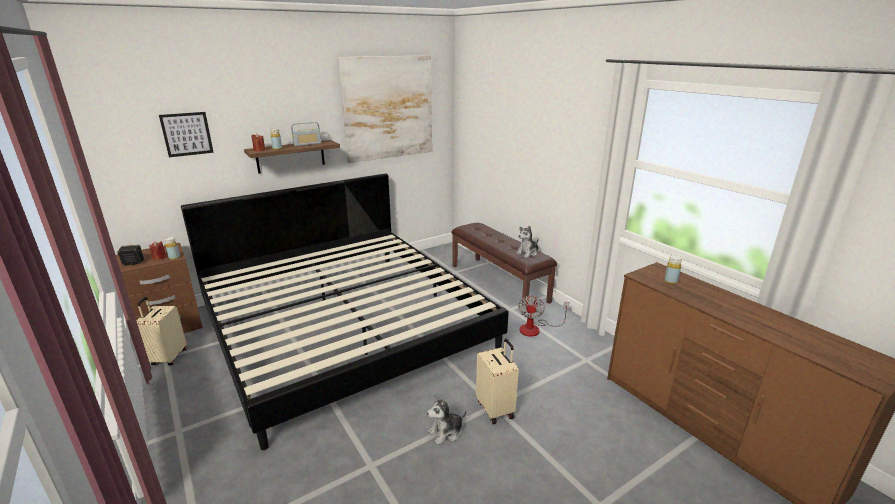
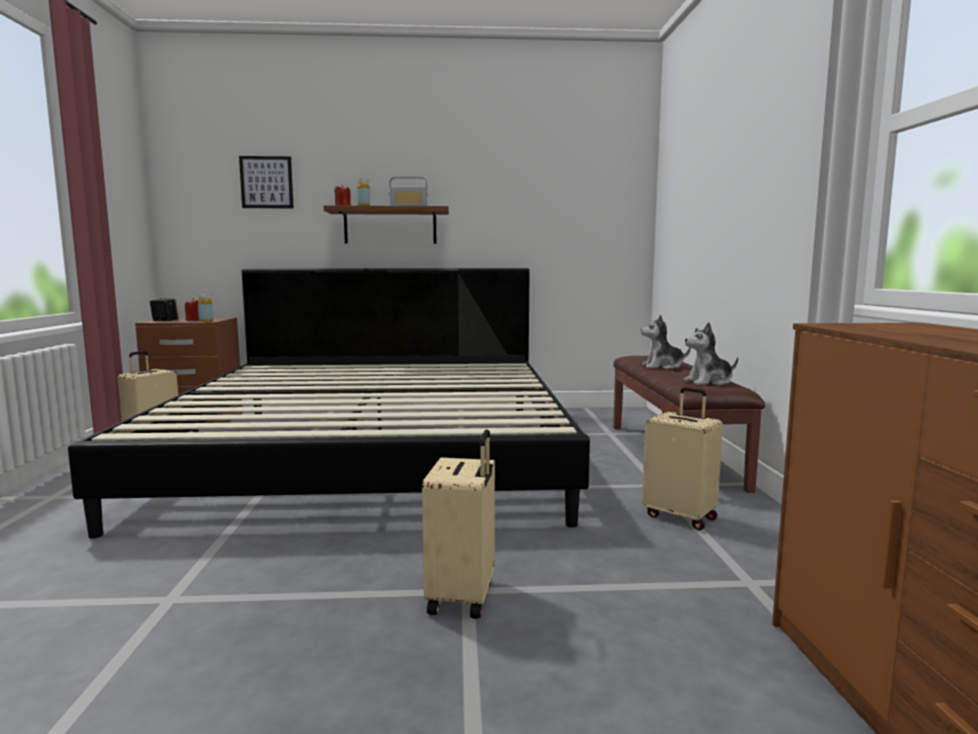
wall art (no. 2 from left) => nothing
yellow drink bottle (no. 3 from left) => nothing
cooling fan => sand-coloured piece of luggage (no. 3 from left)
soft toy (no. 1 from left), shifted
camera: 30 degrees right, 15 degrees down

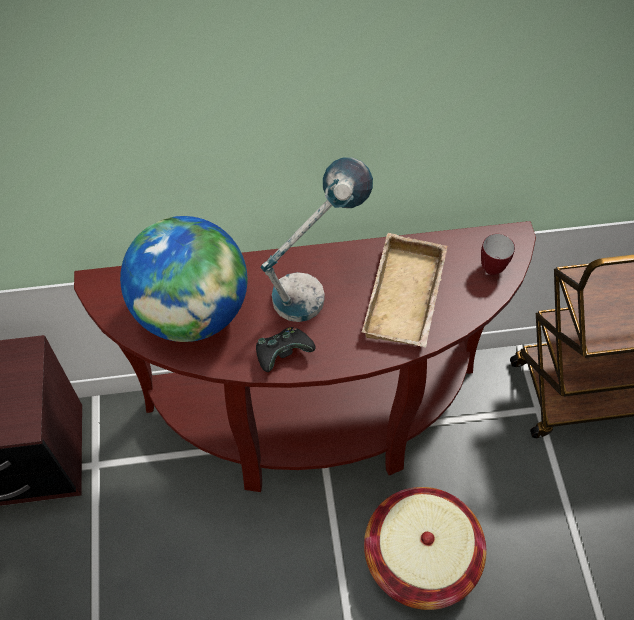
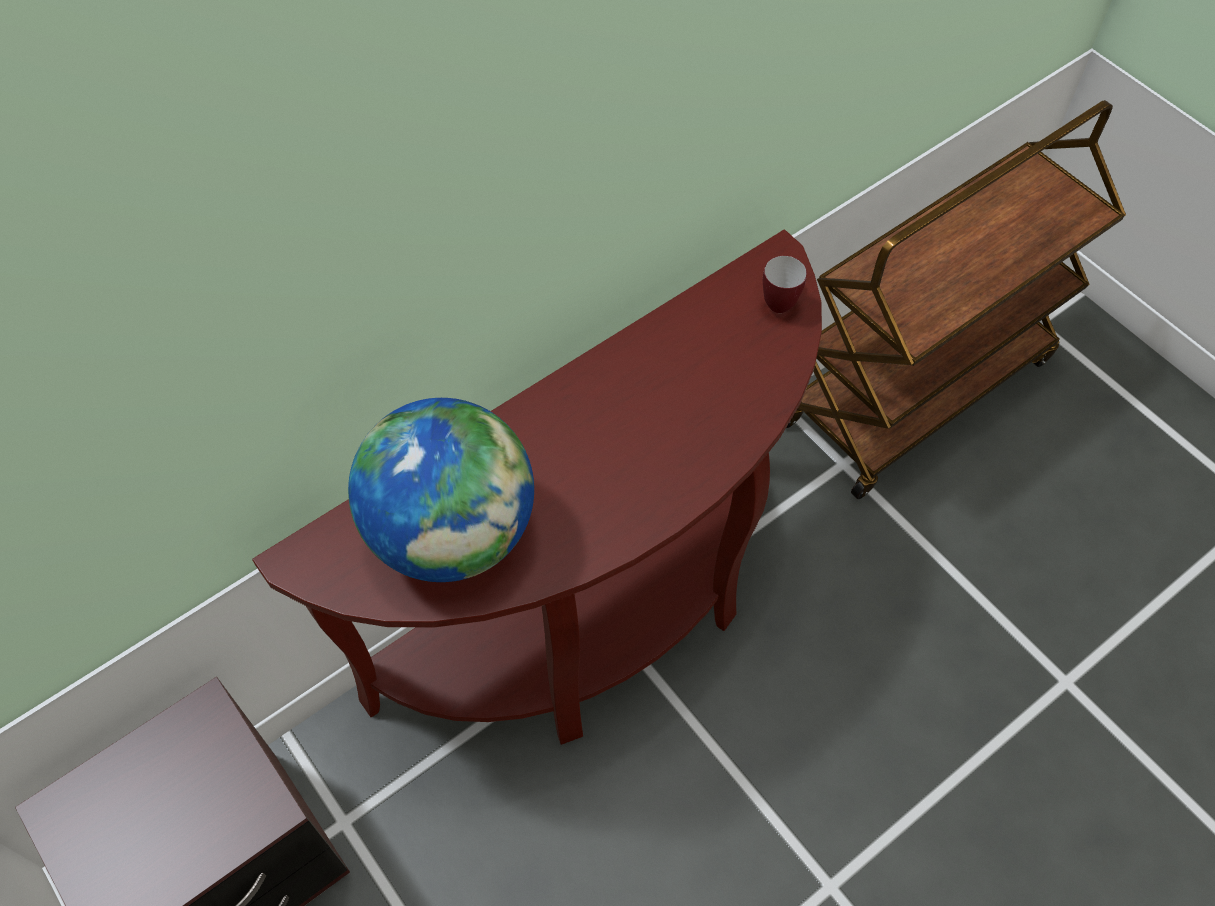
tabletop lamp => nothing
sand-coloured carrying tray => nothing
black gamepad => nothing
basket => nothing
camera: 30 degrees left, 0 degrees up

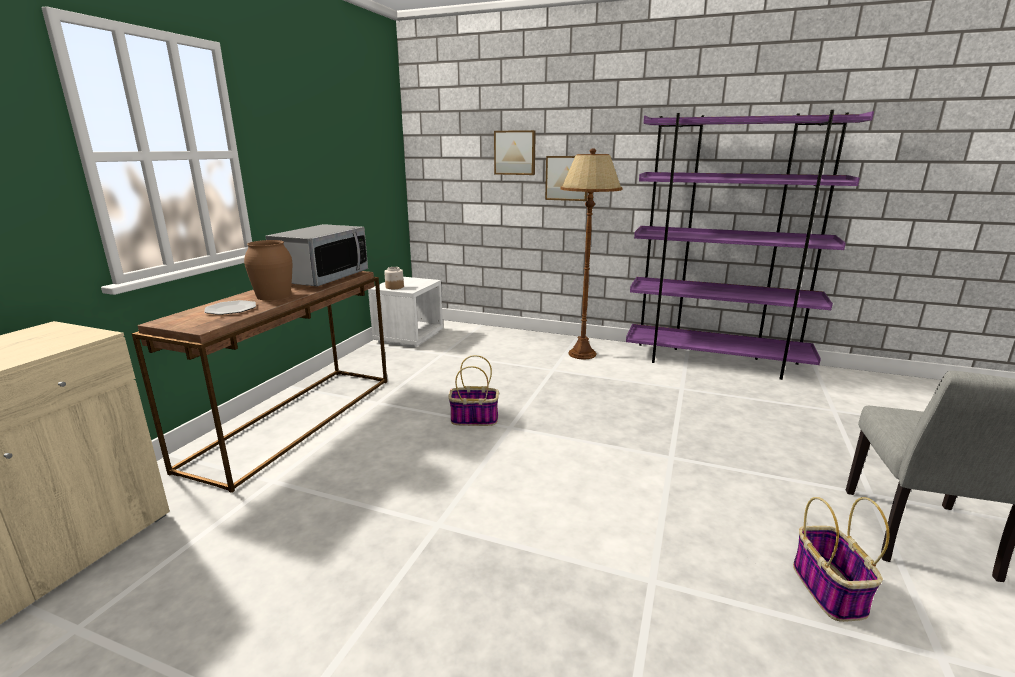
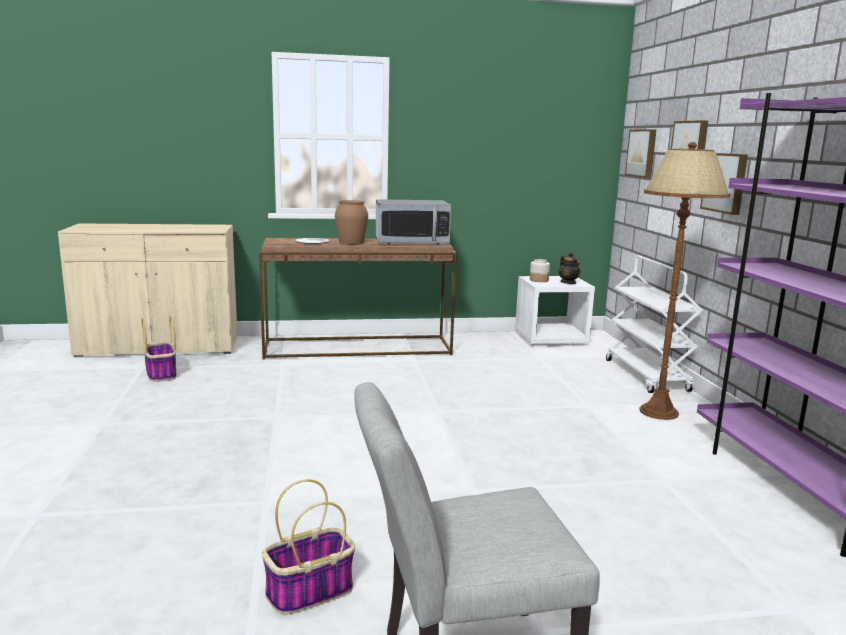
basket (no. 1 from left), shifted
nothing => wall art (no. 1 from left)
nothing => tea pot
nothing => white wheeled cart
camera: 60 degrees right, 5 degrees down

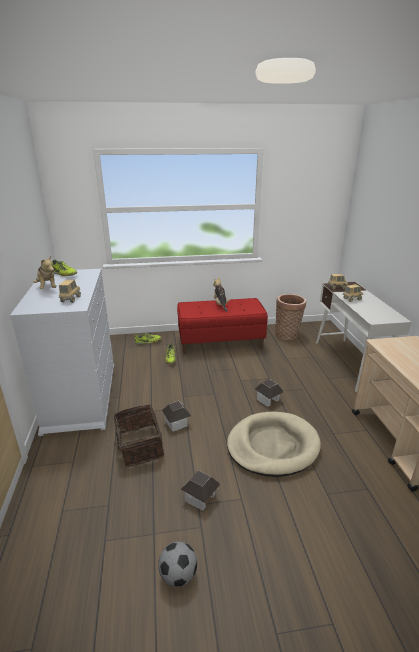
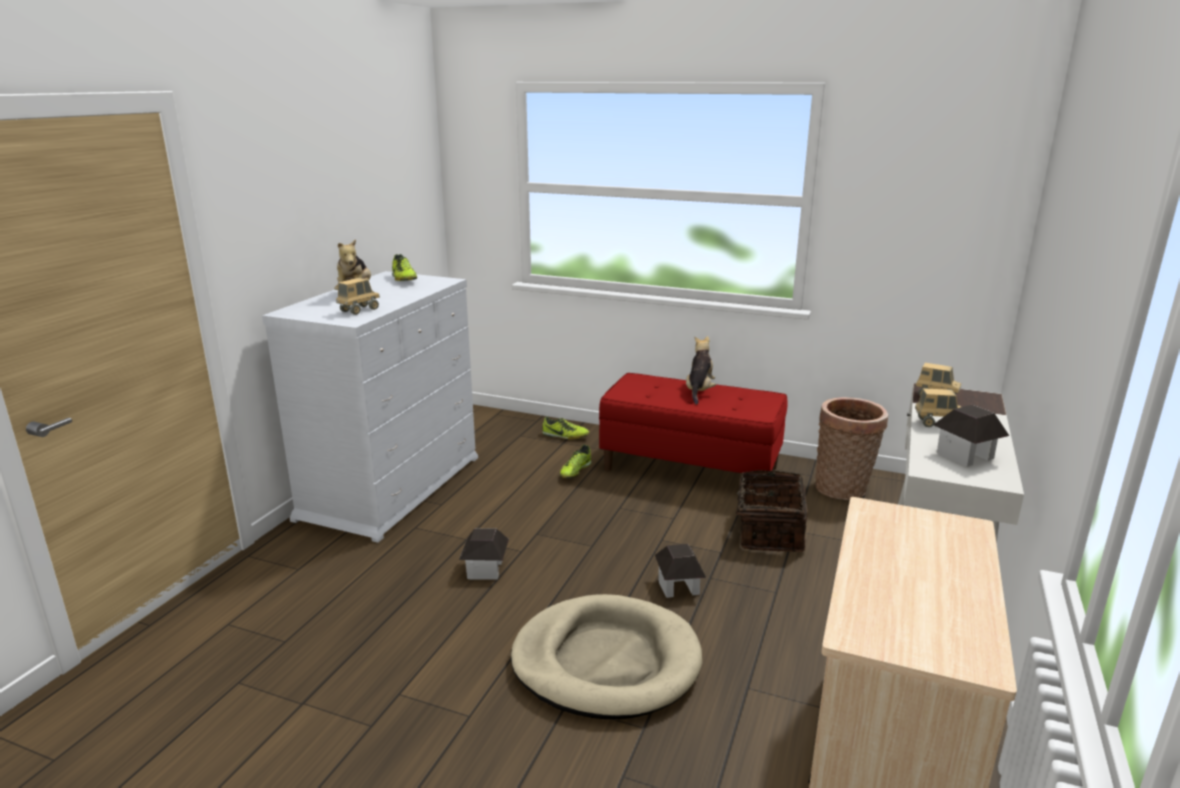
basket (no. 1 from left), shifted
miniature house (no. 2 from left in the first image) => miniature house (no. 3 from left), shifted
football ball => nothing
camera: 30 degrees right, 5 degrees down

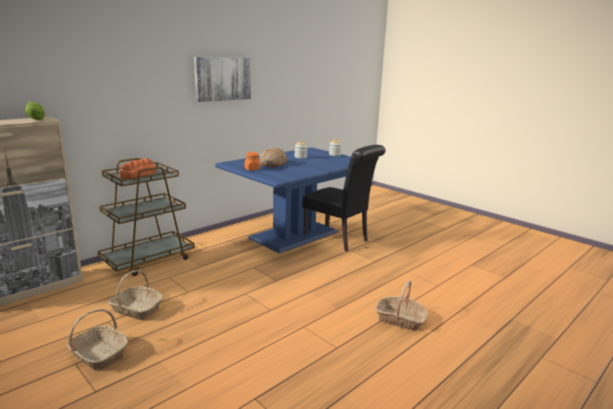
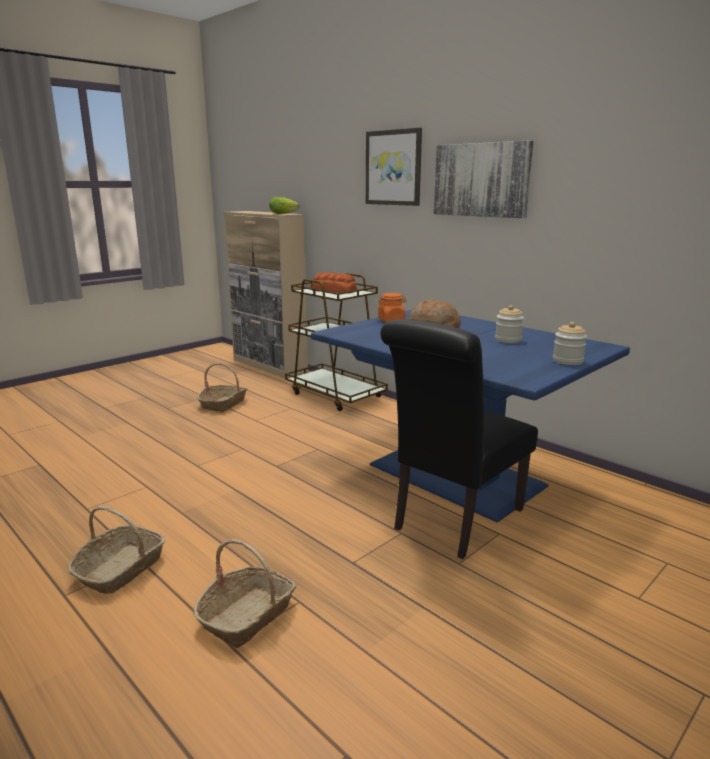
basket (no. 1 from left in the first image) => basket (no. 3 from left), shifted
nothing => wall art (no. 1 from left)
camera: 90 degrees right, 0 degrees up

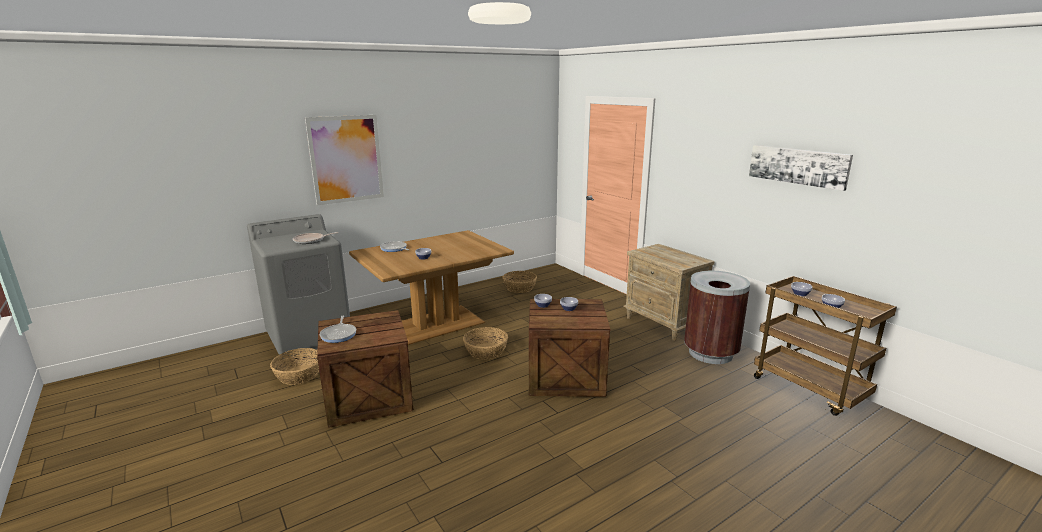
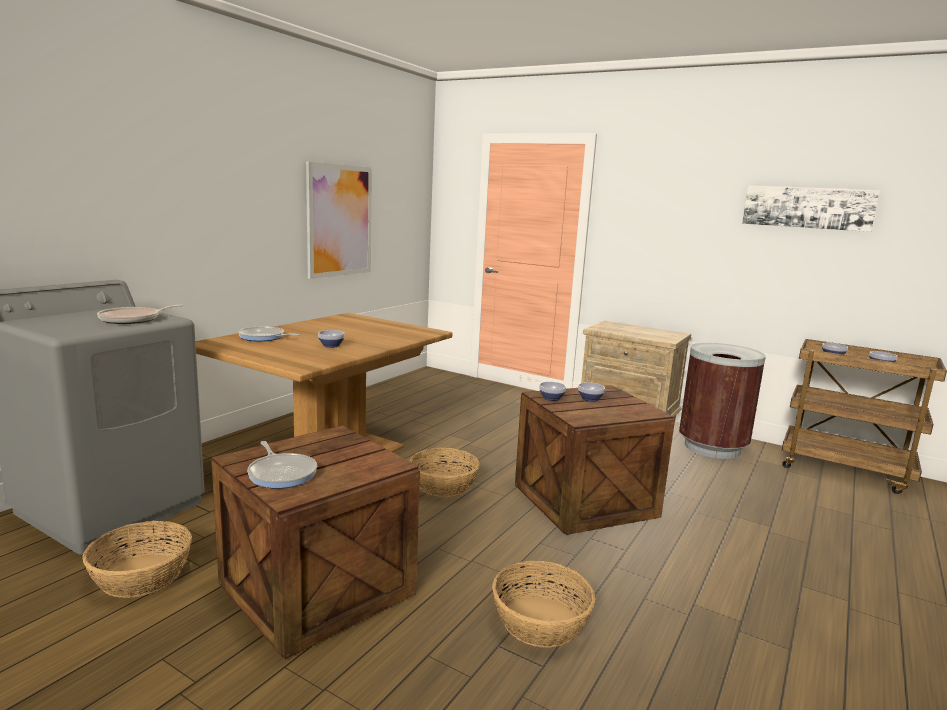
wall art (no. 1 from left), shifted
basket (no. 3 from left), shifted
camera: 25 degrees left, 5 degrees down

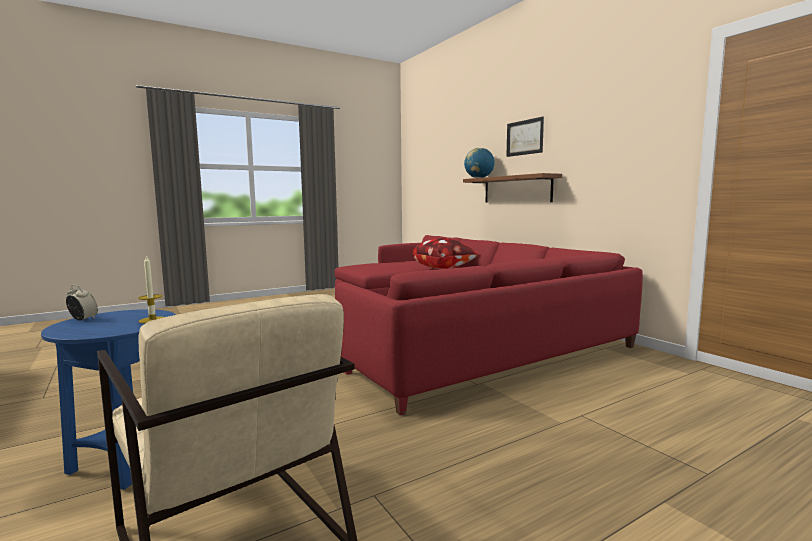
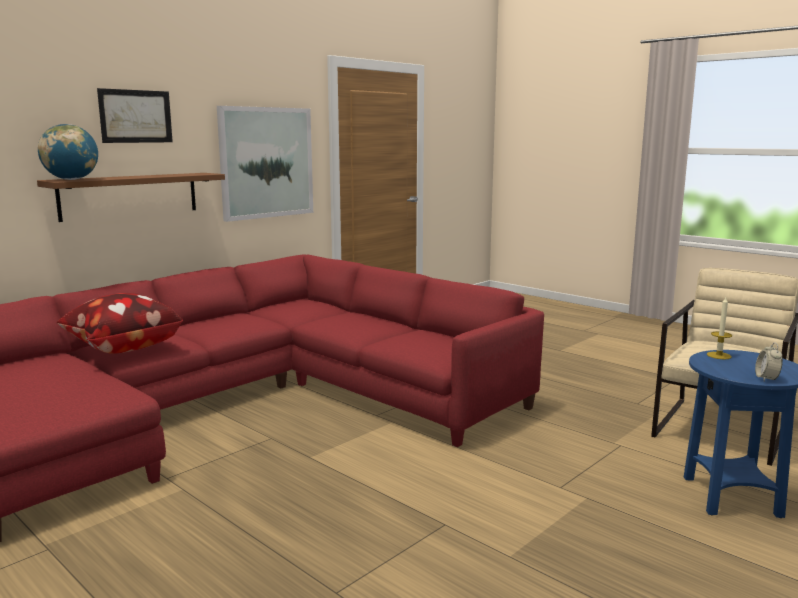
nothing => wall art (no. 2 from left)
camera: 105 degrees left, 5 degrees up

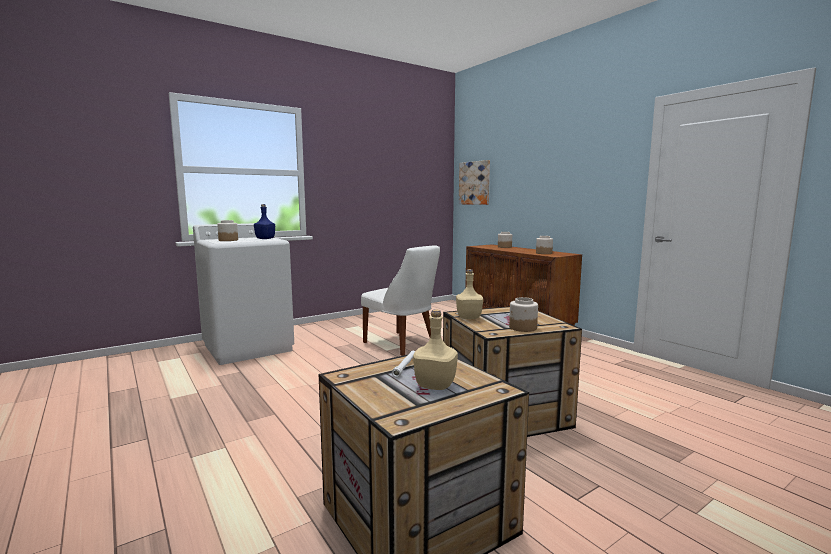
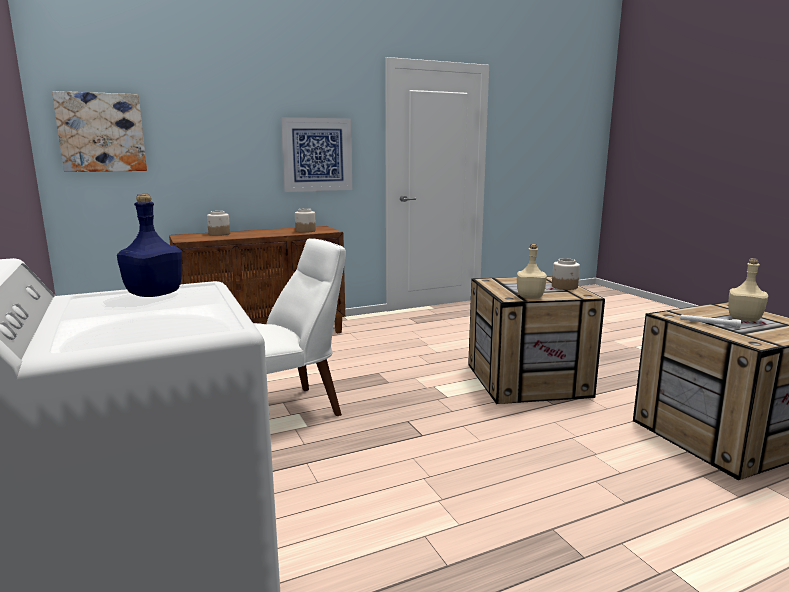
preserve jar (no. 1 from left) => nothing
nothing => wall art (no. 2 from left)
camera: 80 degrees left, 5 degrees up

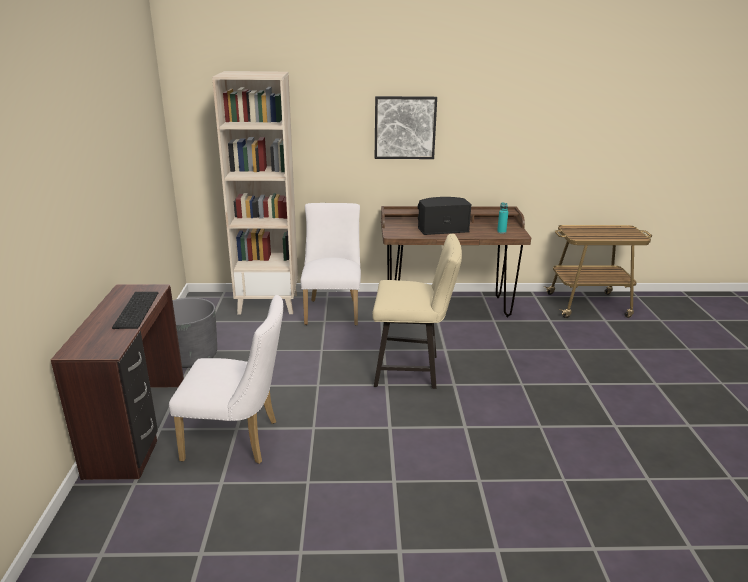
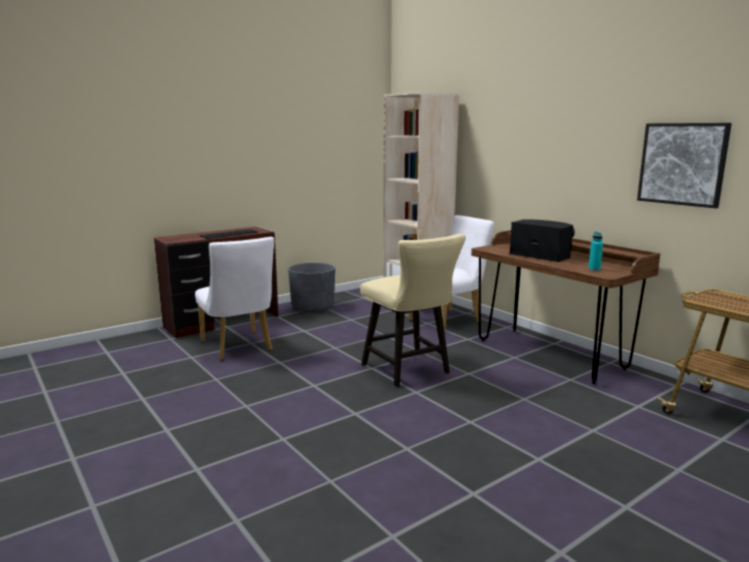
wall art, shifted
camera: 55 degrees right, 10 degrees down

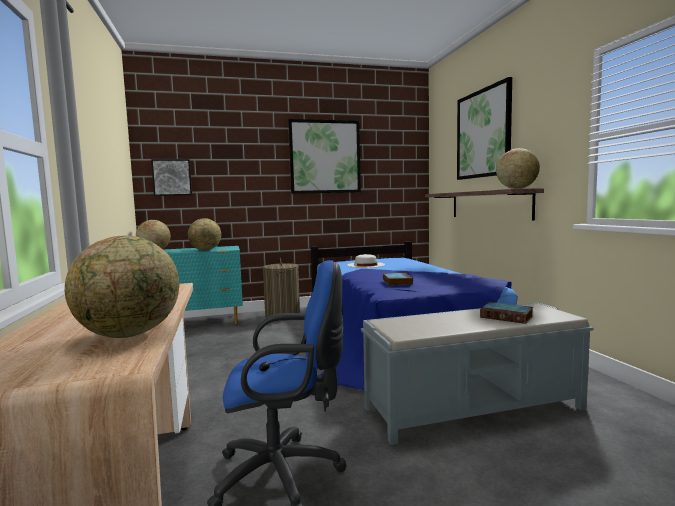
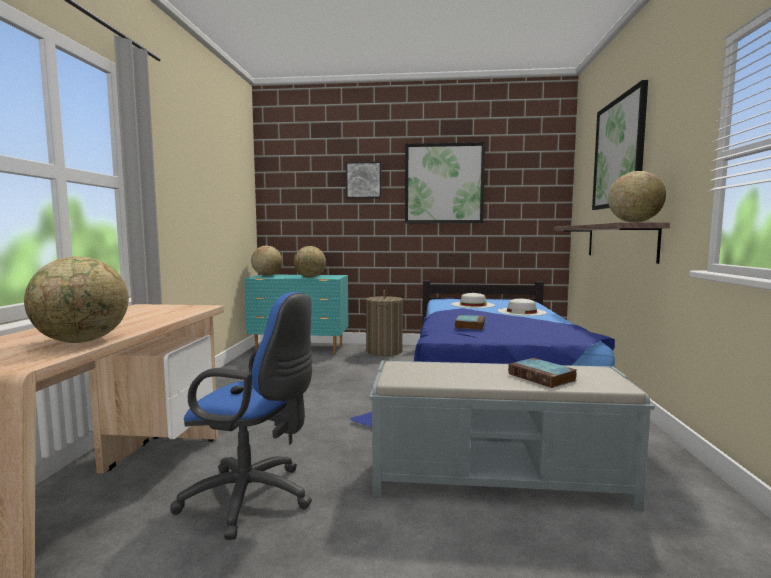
wall art (no. 1 from left), shifted
nothing => white wearable hat (no. 2 from left)
camera: 20 degrees right, 0 degrees up

